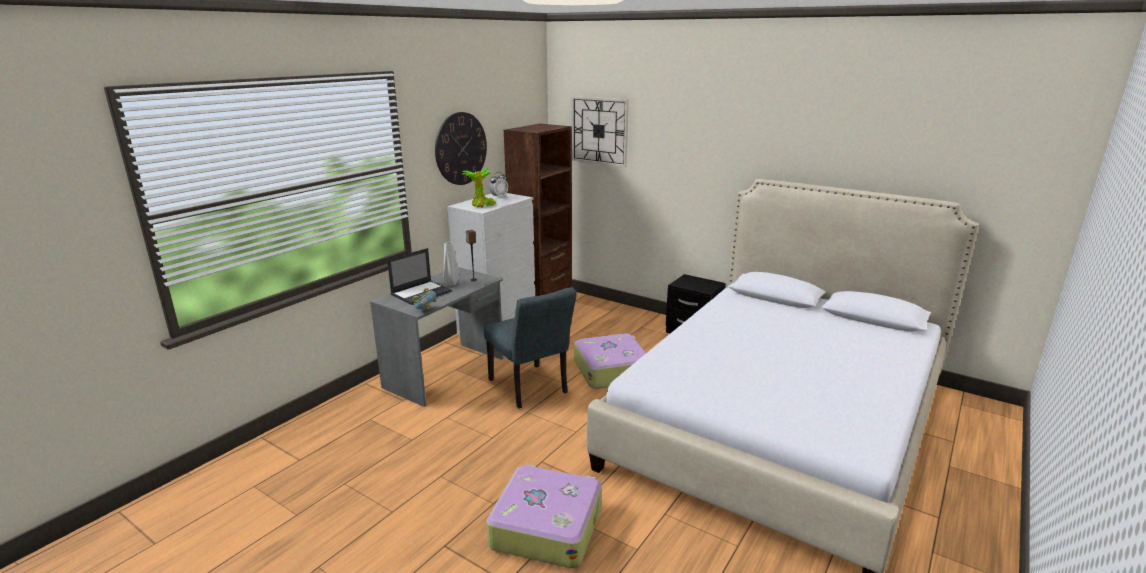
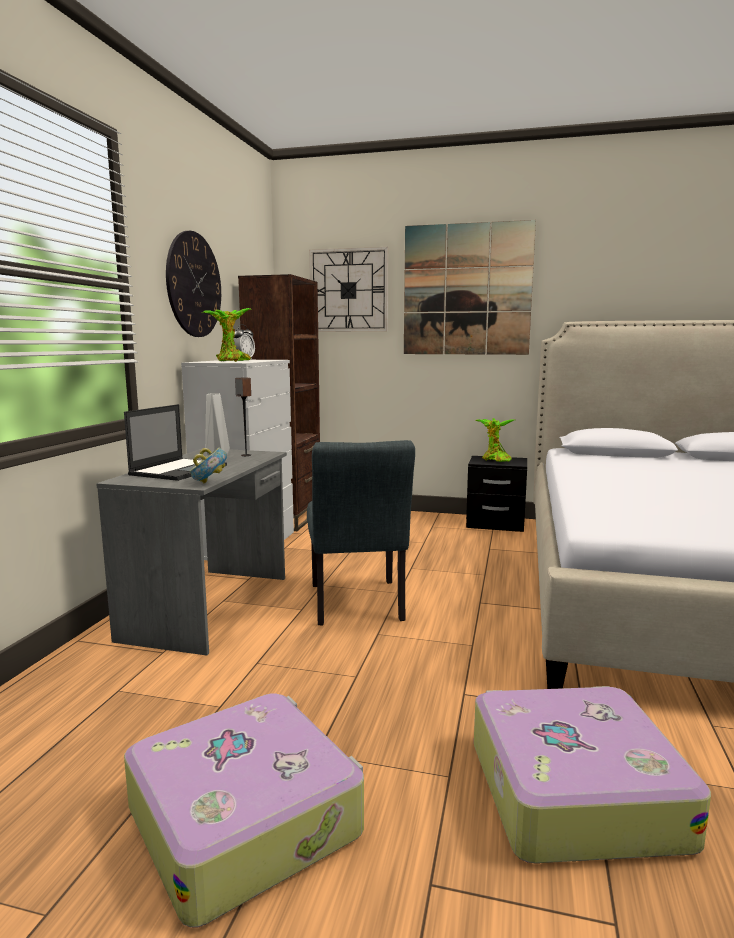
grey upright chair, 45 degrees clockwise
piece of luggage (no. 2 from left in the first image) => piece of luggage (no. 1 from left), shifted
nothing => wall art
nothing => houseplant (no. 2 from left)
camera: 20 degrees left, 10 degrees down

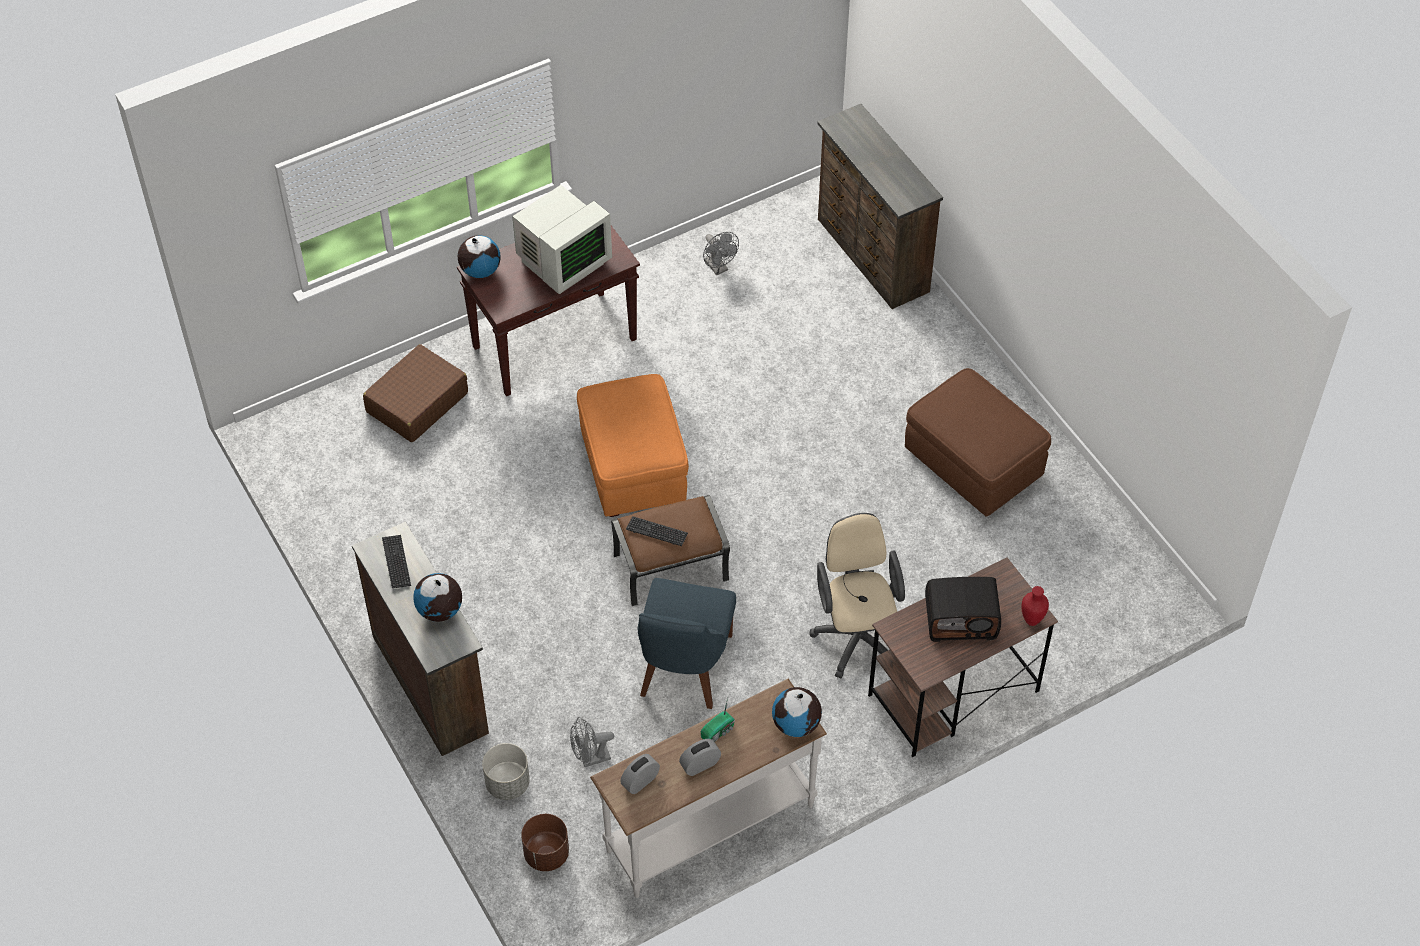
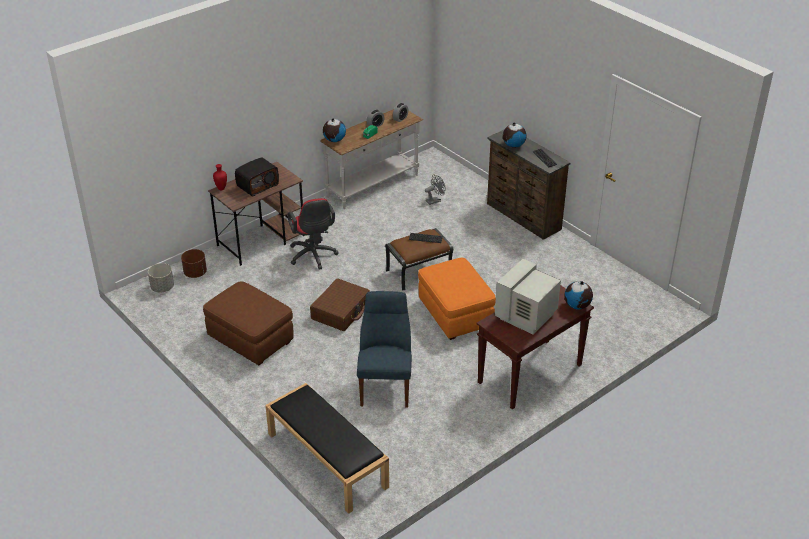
brown-coloured drawer chest (no. 2 from left) => black indoor bench
grey cooling fan (no. 2 from left) => nothing
brown-coloured piece of luggage, shifted
sand-coloured office chair => red office chair
radio set (no. 2 from left in the first image) => radio set (no. 1 from left), 150 degrees clockwise
blue-coloured upright chair, shifted
grey planter, shifted
brown-coloured planter, shifted
camera: 170 degrees right, 15 degrees down

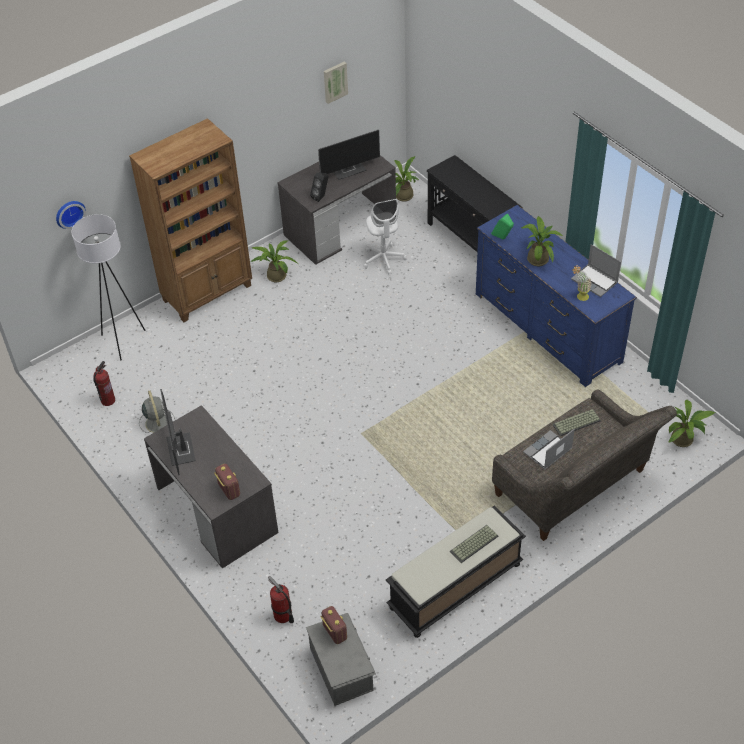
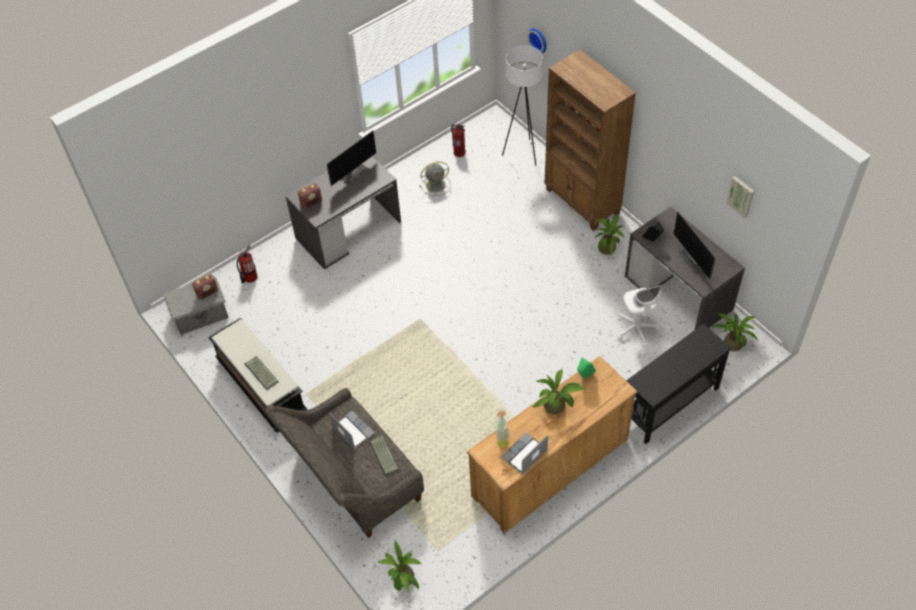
white office chair, 90 degrees counterclockwise
blue-coloured drawer chest => brown-coloured drawer chest
monitor (no. 1 from left), 150 degrees clockwise
camera: 90 degrees right, 5 degrees up

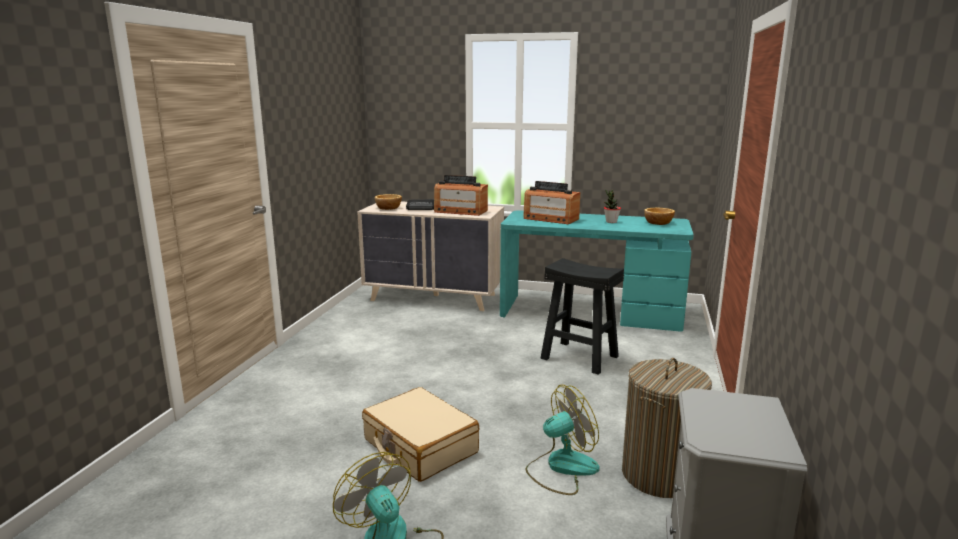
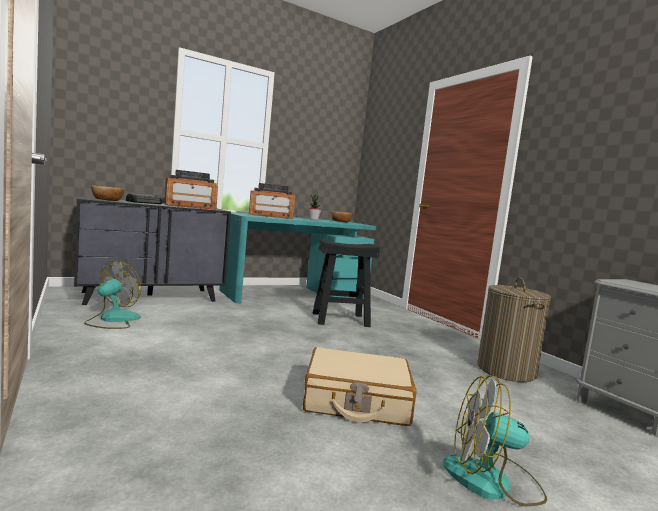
sand-coloured drawer chest => black drawer chest
cooling fan (no. 2 from left in the first image) => cooling fan (no. 1 from left), shifted
camera: 45 degrees left, 10 degrees down

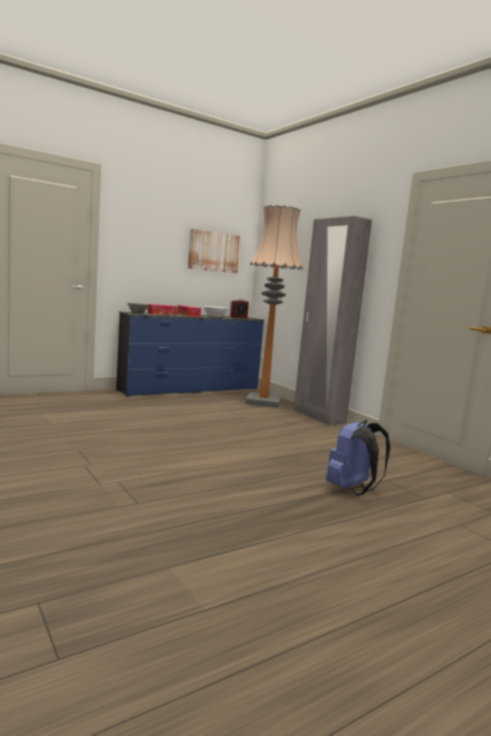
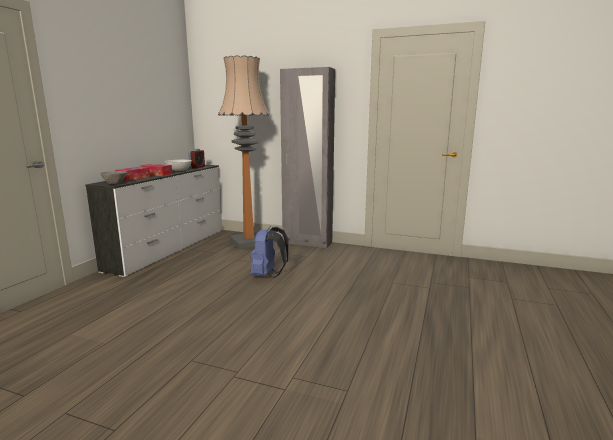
wall art => nothing
blue-coloured drawer chest => white drawer chest
blue-coloured rucksack, shifted
camera: 35 degrees left, 5 degrees up

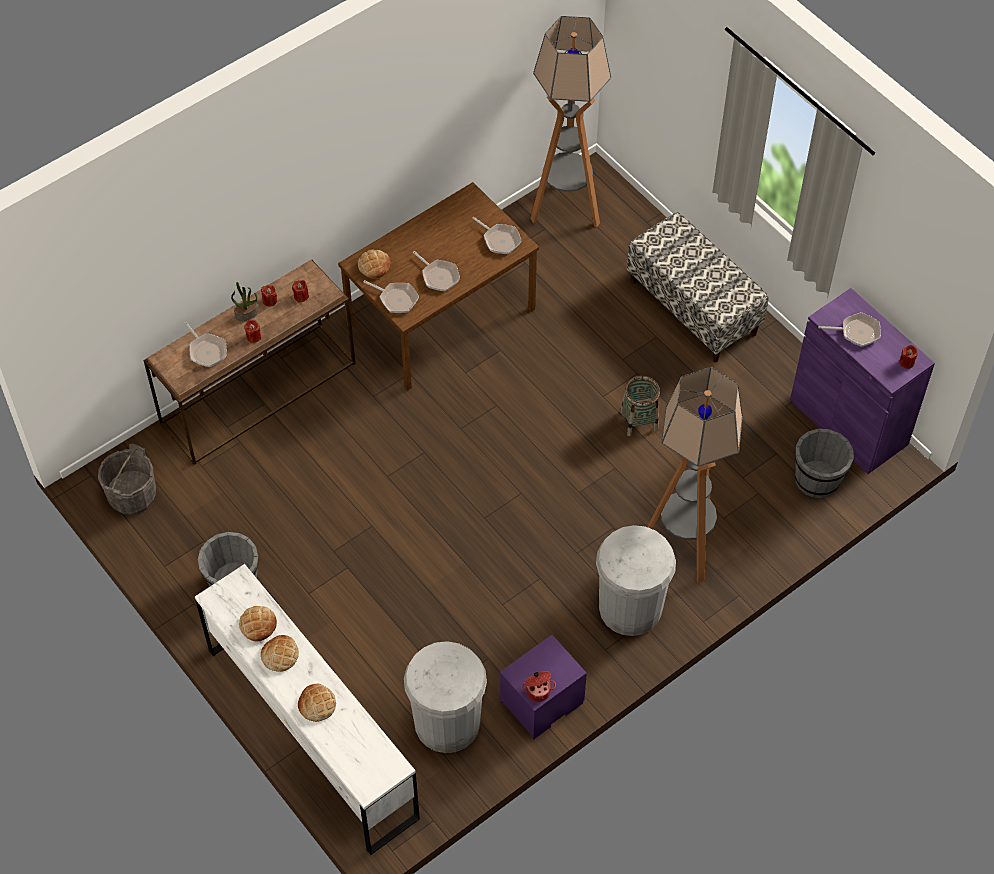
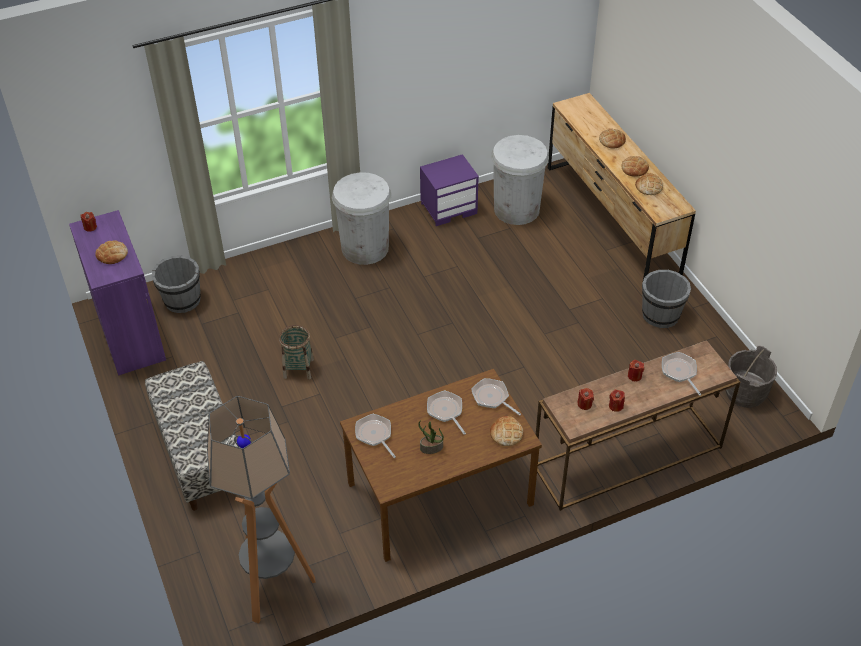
houseplant, shifted
frying pan (no. 5 from left) => bread (no. 1 from left)
floor lamp (no. 2 from left) => nothing
white drawer chest => brown-coloured drawer chest
cooking pot => nothing
camera: 165 degrees left, 10 degrees down

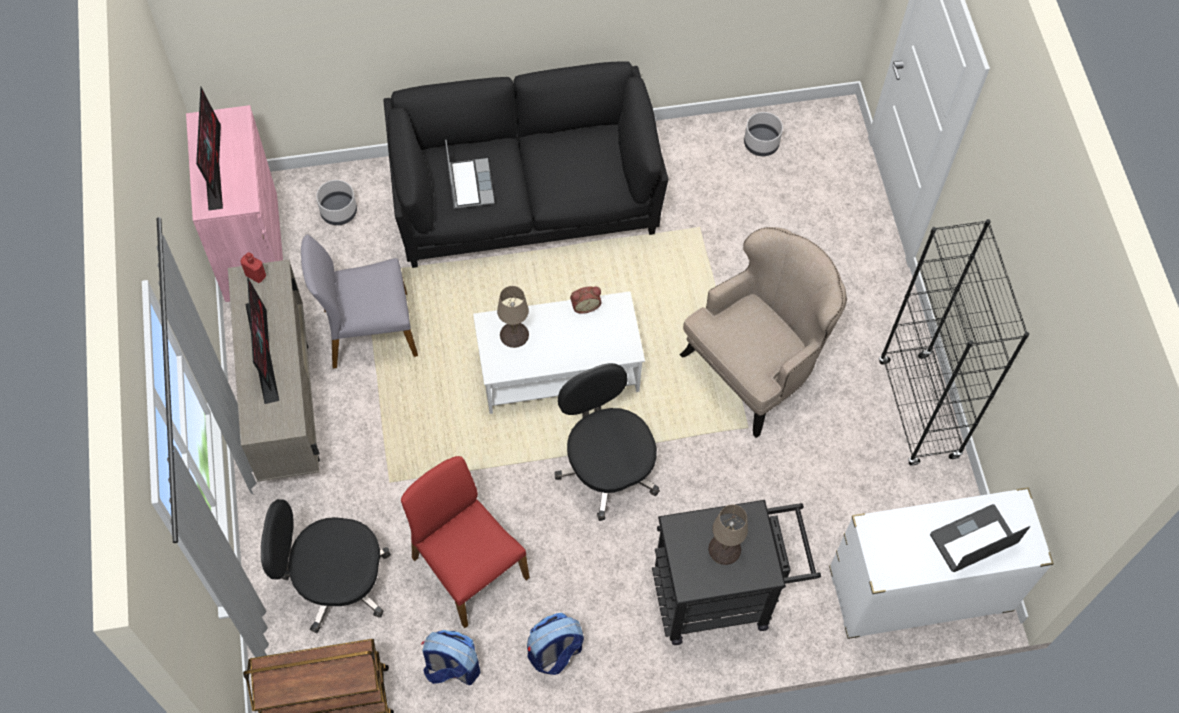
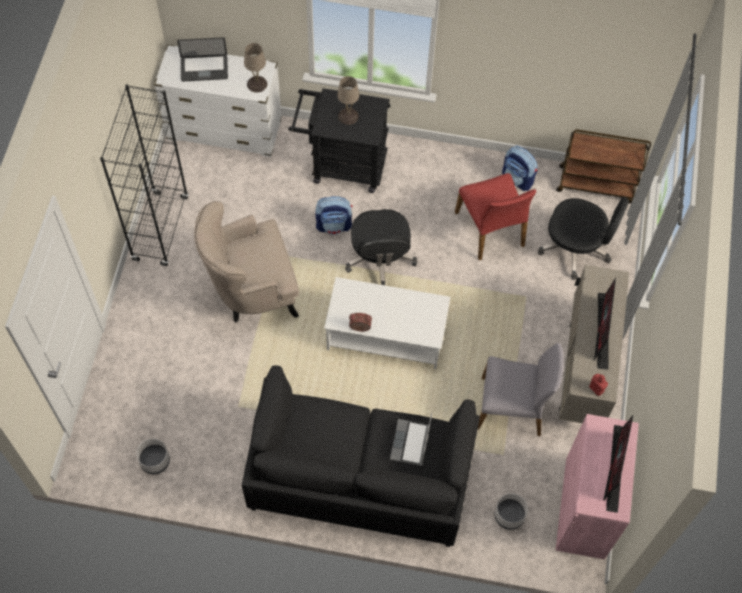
sand-coloured tabletop lamp (no. 1 from left), shifted
rucksack (no. 2 from left in the first image) => rucksack (no. 1 from left), shifted
camera: 160 degrees left, 0 degrees up

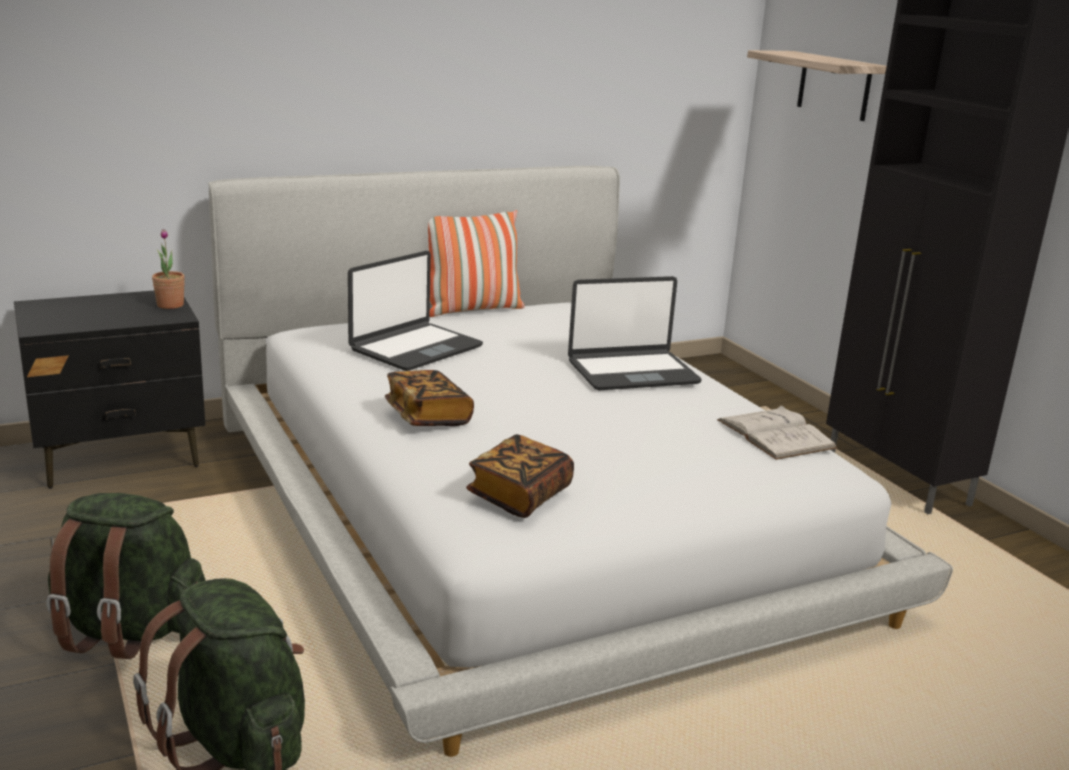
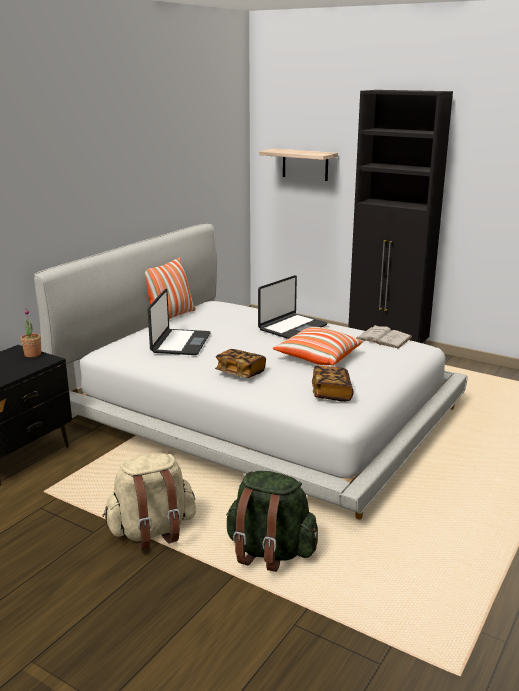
greenish rucksack (no. 1 from left) => sand-coloured rucksack
nothing => throw pillow (no. 2 from left)
camera: 30 degrees left, 0 degrees up

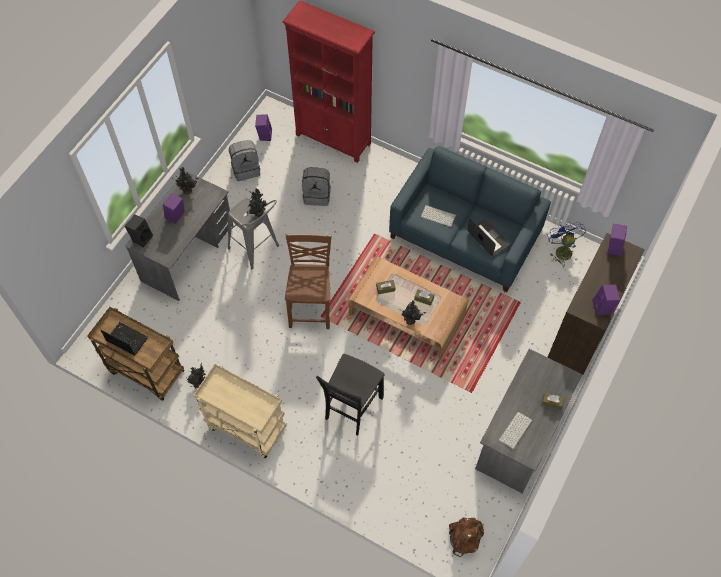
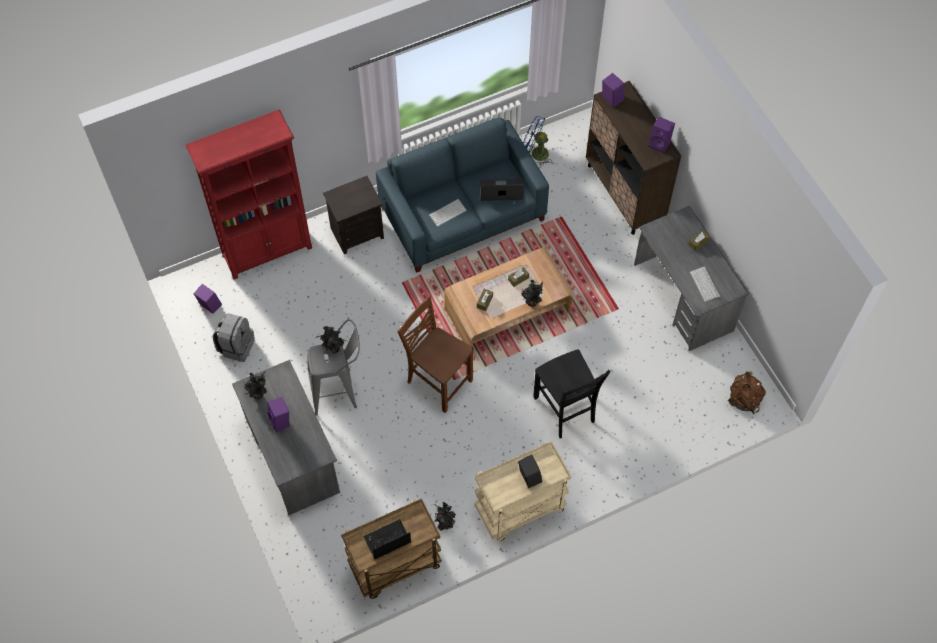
grey rucksack (no. 2 from left) => nothing
black loudspeaker, shifted
nothing => black bedside table
camera: 55 degrees left, 0 degrees up

